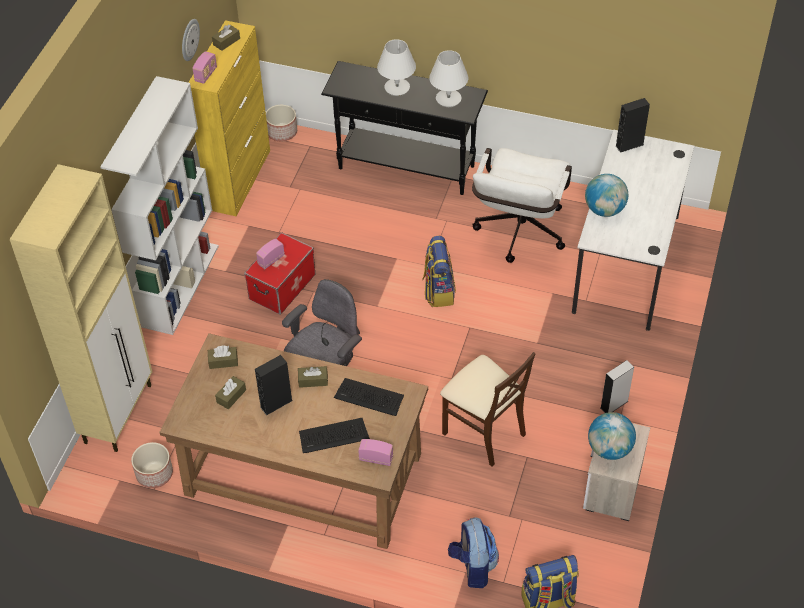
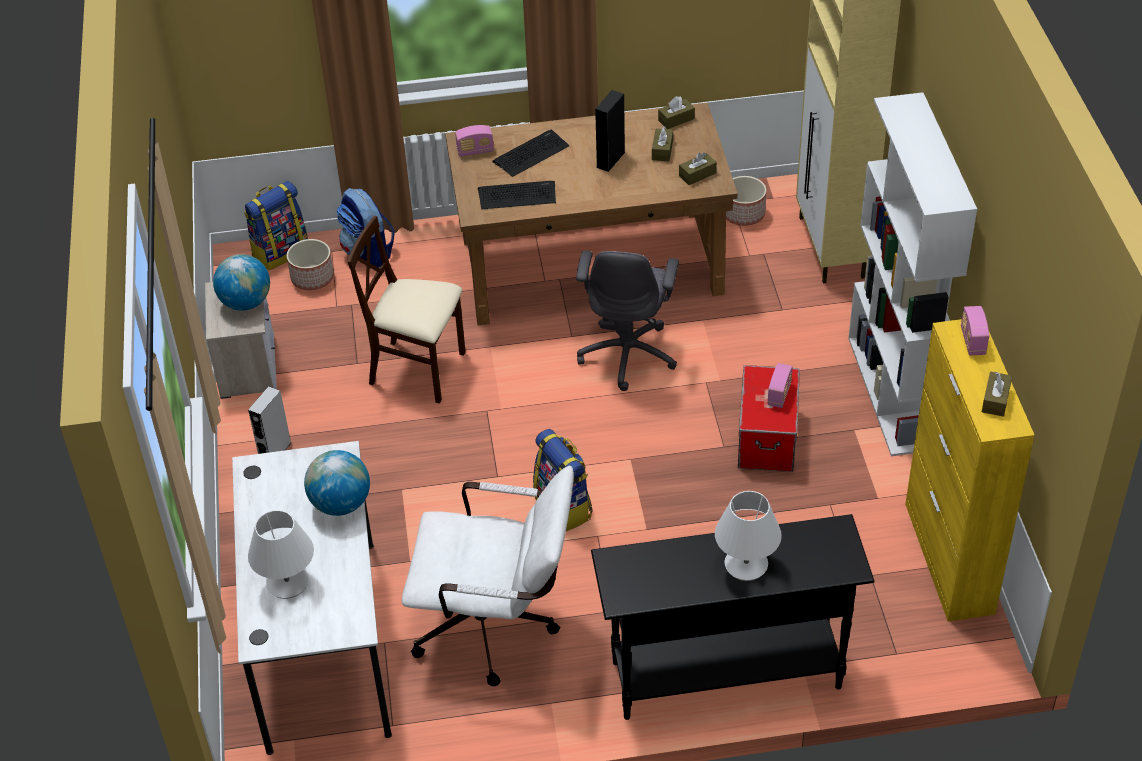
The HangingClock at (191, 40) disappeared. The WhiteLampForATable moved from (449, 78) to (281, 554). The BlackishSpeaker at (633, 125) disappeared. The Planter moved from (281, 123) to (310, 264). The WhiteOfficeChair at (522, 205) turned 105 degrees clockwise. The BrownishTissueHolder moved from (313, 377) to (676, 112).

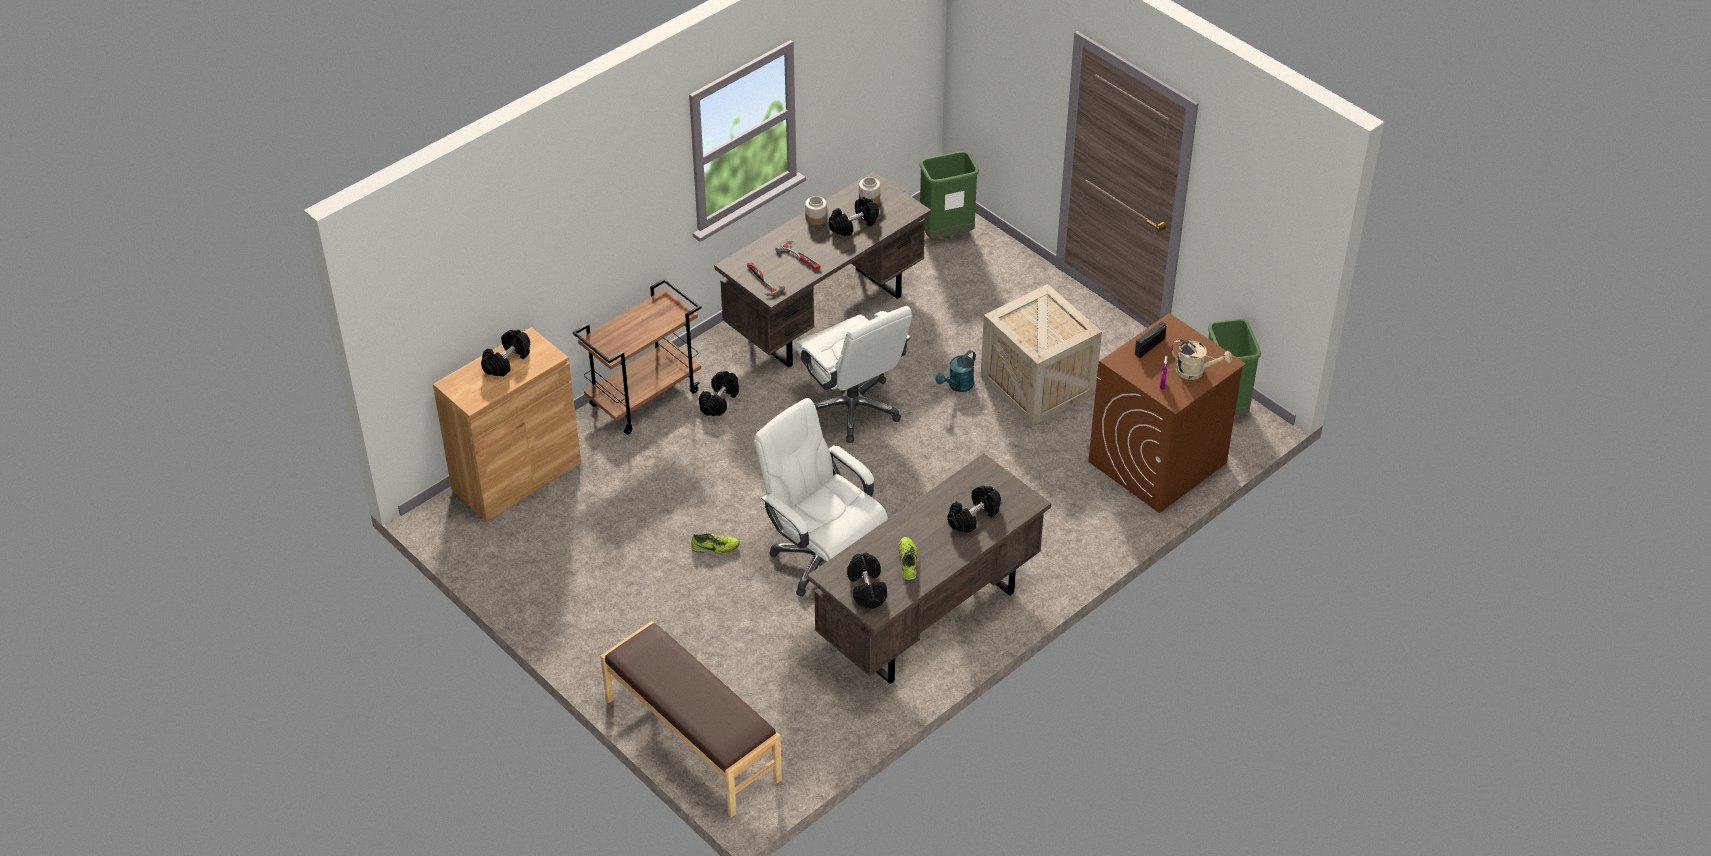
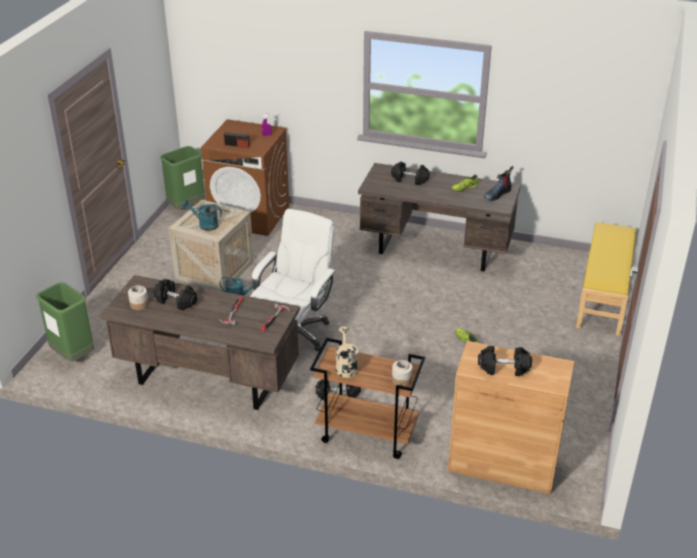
The Jar moved from (816, 210) to (402, 373). The SandColouredWateringCan moved from (1201, 359) to (347, 352). The WhiteOfficeChair at (821, 497) disappeared. The BlackishHandWeight at (867, 581) was replaced by the Boot at (498, 183). The BrownishBench at (691, 719) became the YellowBench at (606, 279). The BlueGreenWateringCan at (202, 215) appeared.

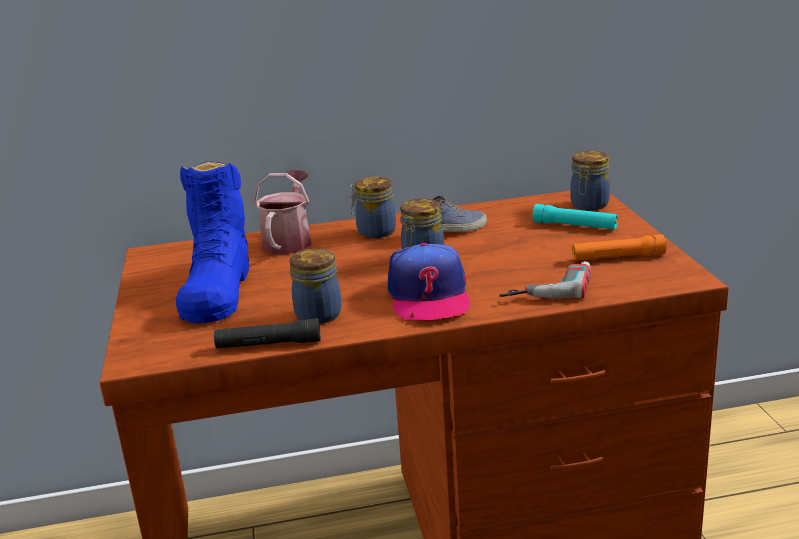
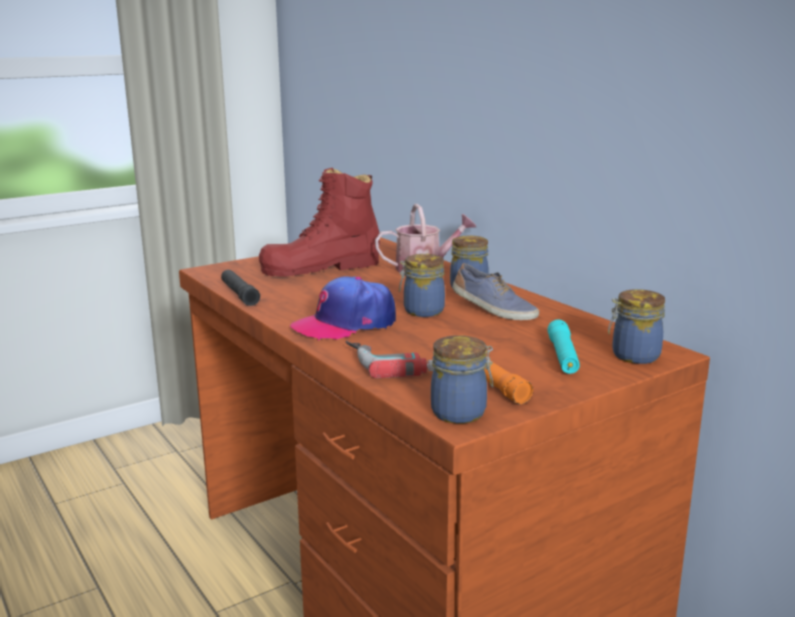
The BlueColouredBoot at (212, 242) became the RedColouredBoot at (319, 222). The Jar moved from (315, 286) to (462, 379).

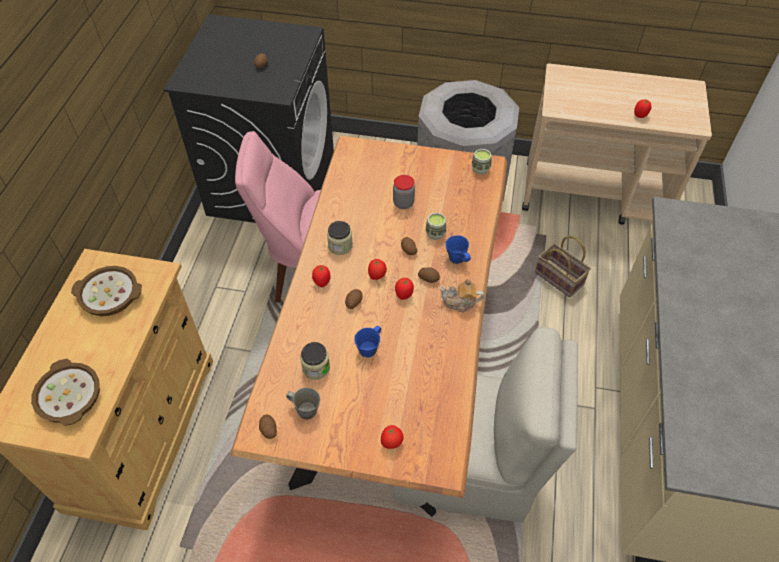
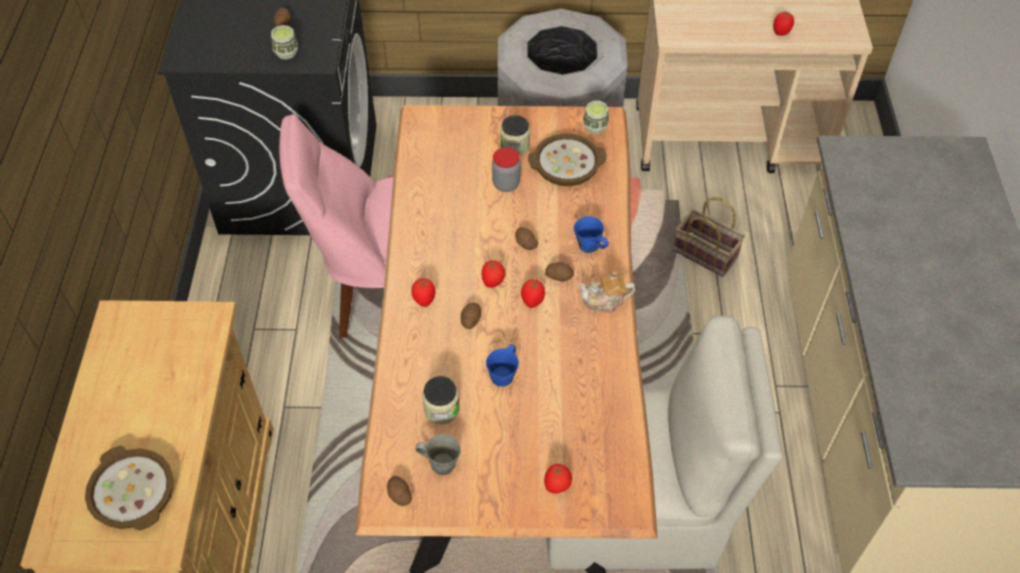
The Cup moved from (436, 226) to (284, 42). The Jar moved from (340, 238) to (515, 135). The Bowl moved from (106, 291) to (567, 160).

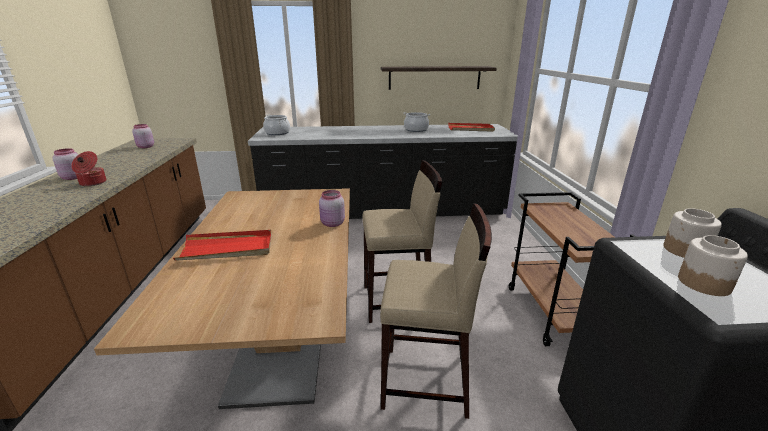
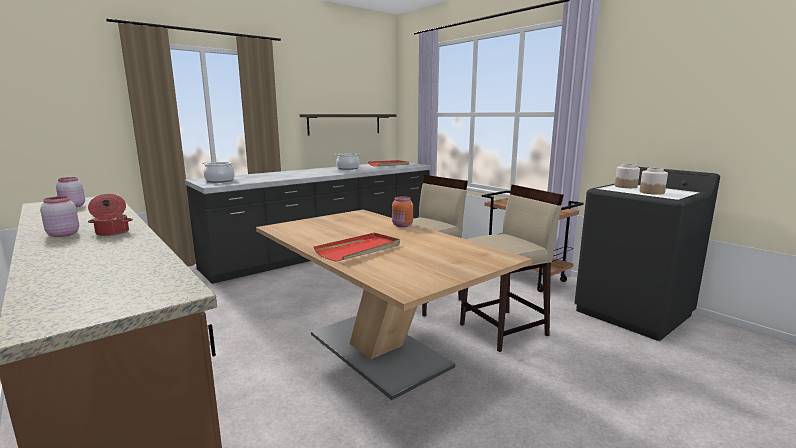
The PinkishJar at (332, 208) became the OrangeColouredJar at (402, 211).

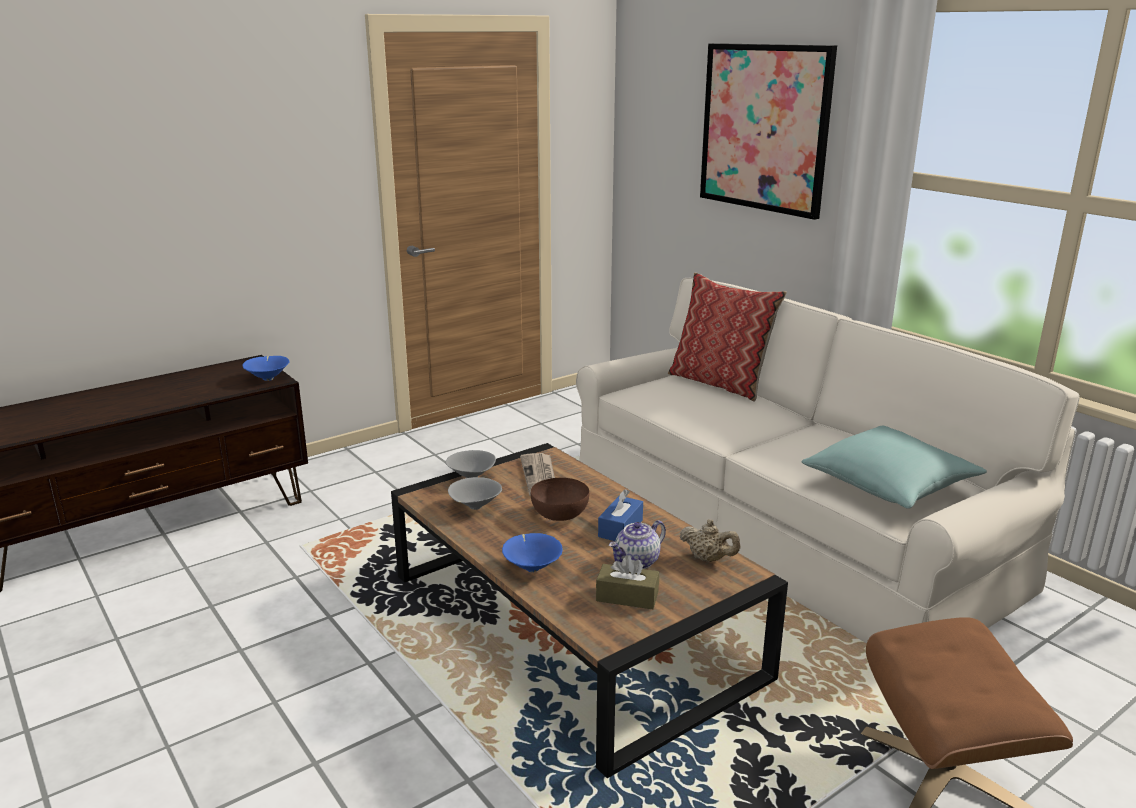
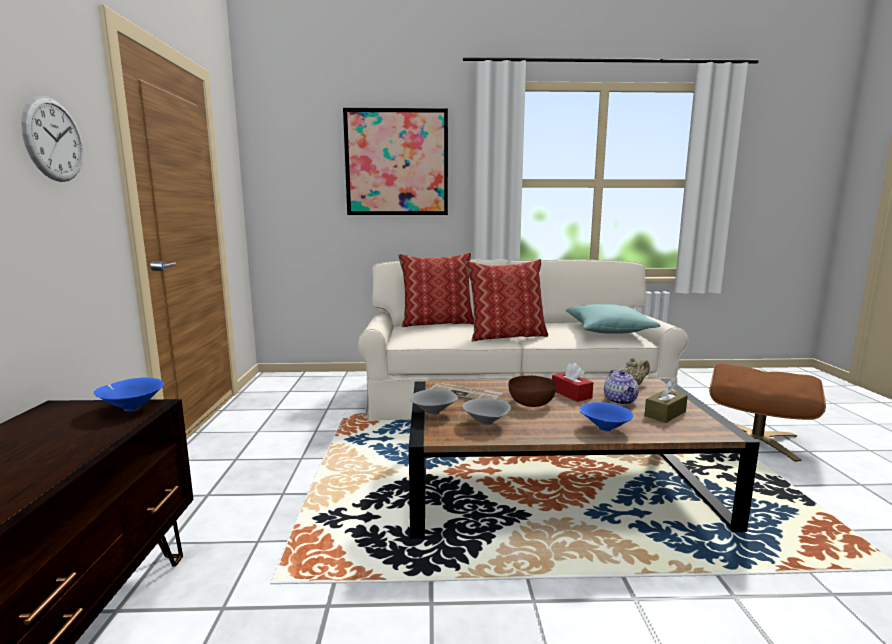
The BlueColouredTissueHolder at (620, 515) became the RedColouredTissueHolder at (572, 382). The HangingClock at (52, 139) appeared. The Cushion at (506, 300) appeared.

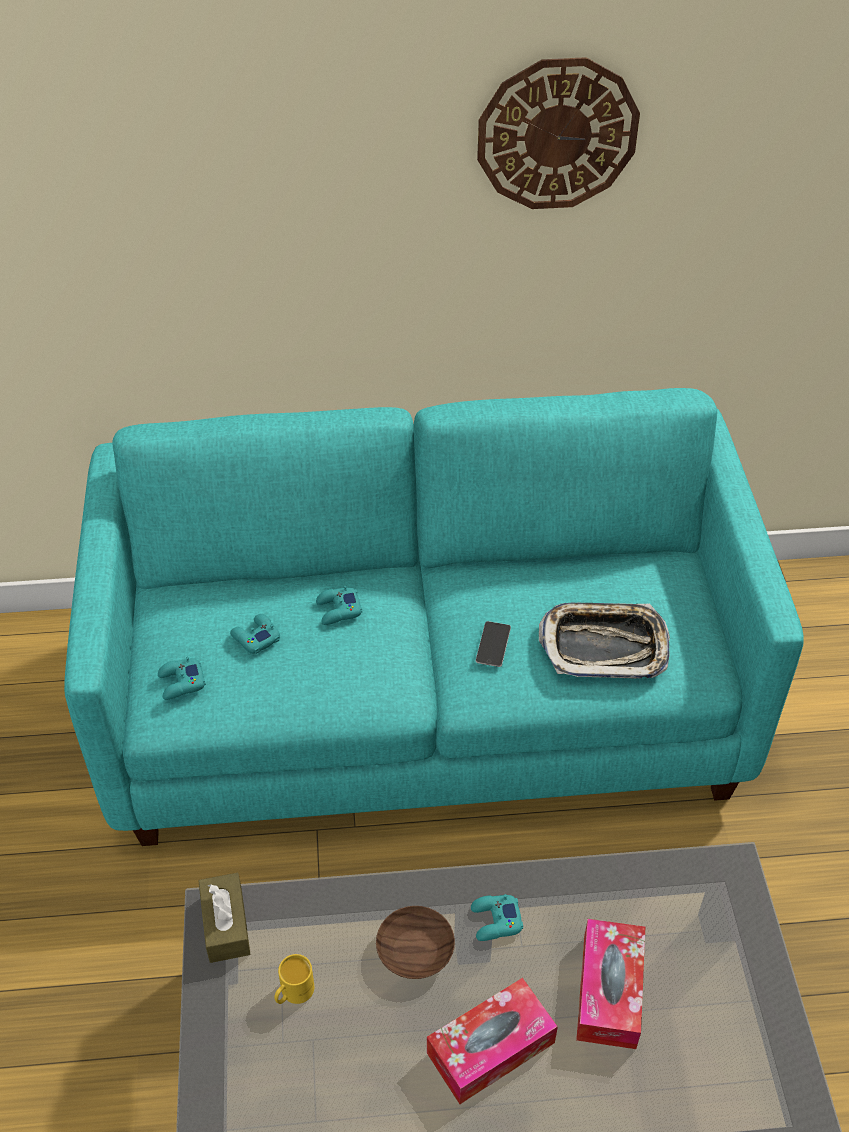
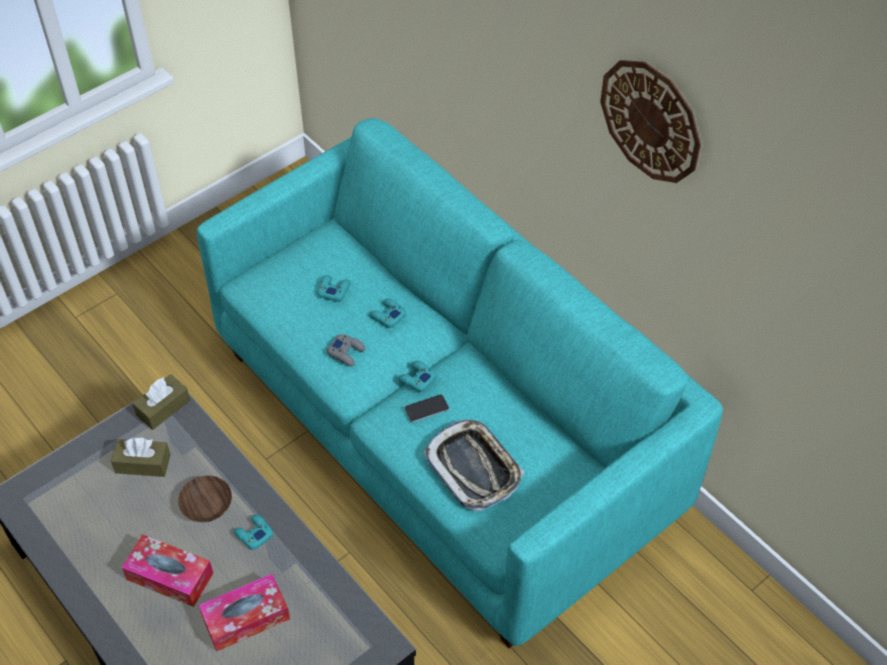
The BlueGreenGameController moved from (182, 678) to (417, 376). The YellowMug at (294, 979) was replaced by the BrownishTissueHolder at (141, 457). The GrayGameController at (346, 350) appeared.

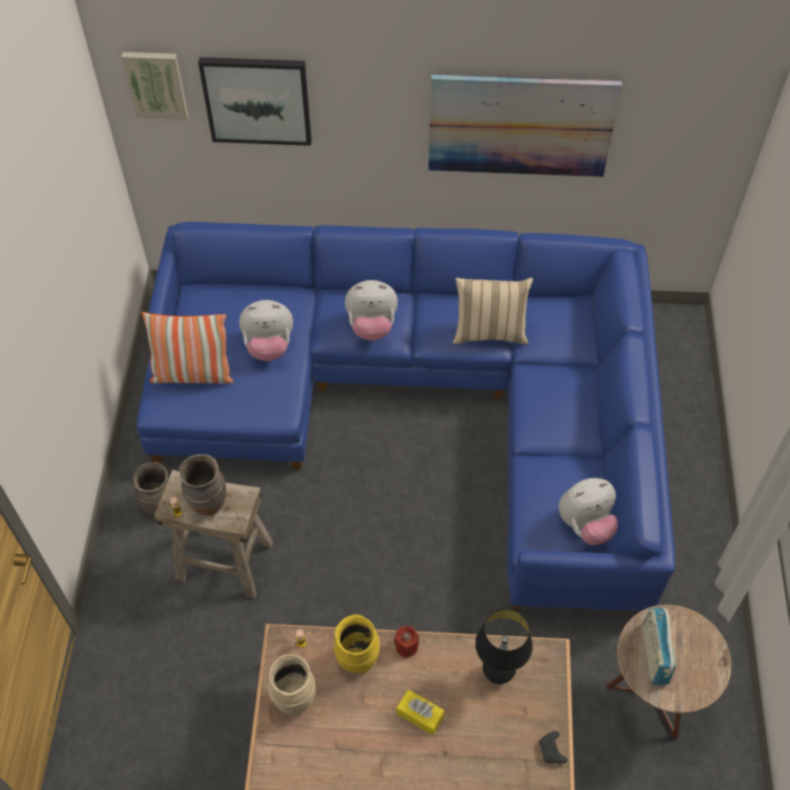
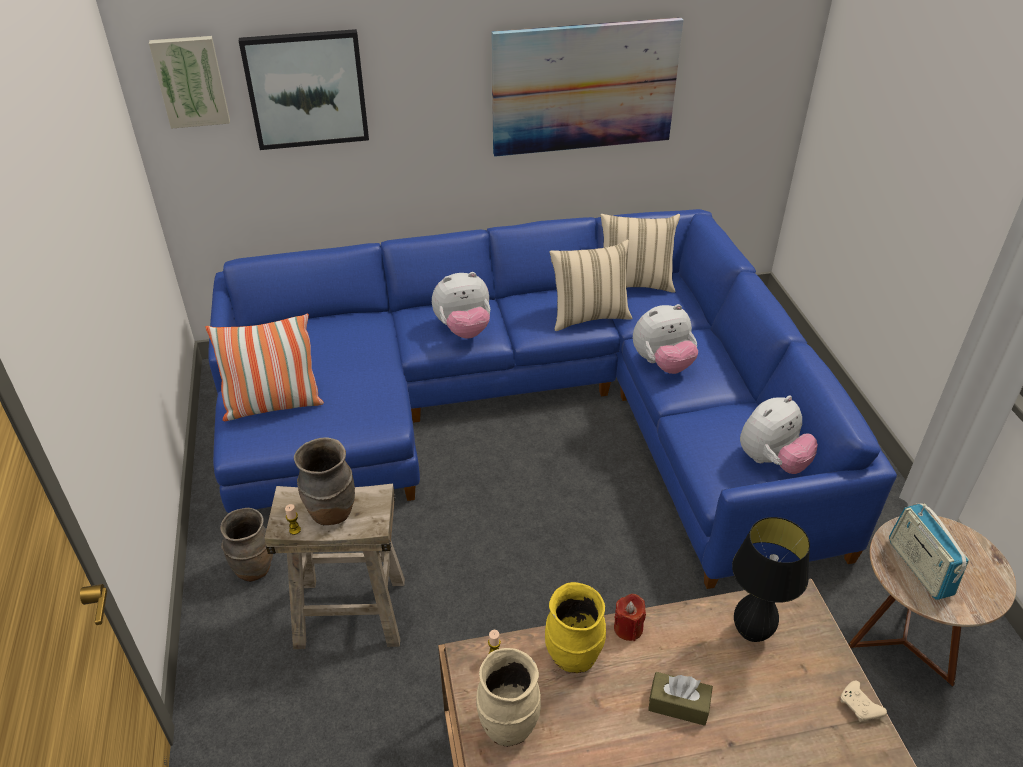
The PlushToy moved from (266, 330) to (665, 339). The YellowTissueHolder at (420, 712) became the BrownishTissueHolder at (680, 699). The BlackishGameController at (553, 747) became the SandColouredGameController at (864, 701). The SandColouredCushion at (640, 253) appeared.

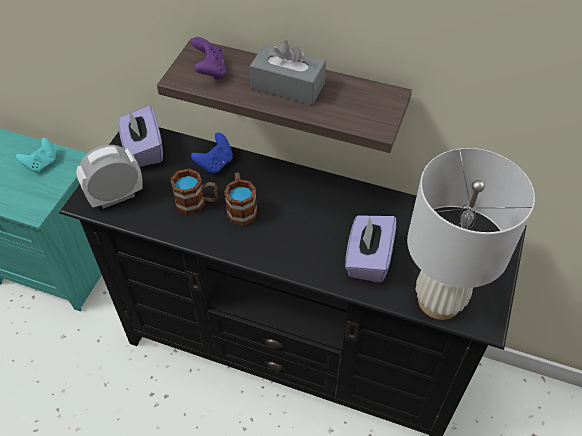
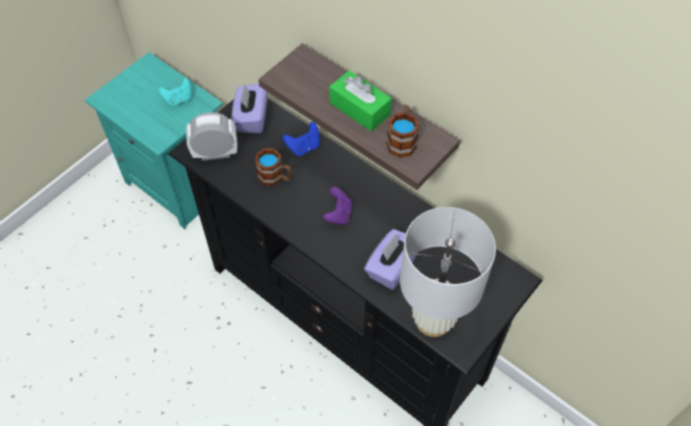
The PurpleColouredGameController moved from (208, 58) to (337, 206). The GrayTissueHolder at (288, 72) became the GreenishTissueHolder at (360, 100). The Mug moved from (241, 199) to (403, 131).

